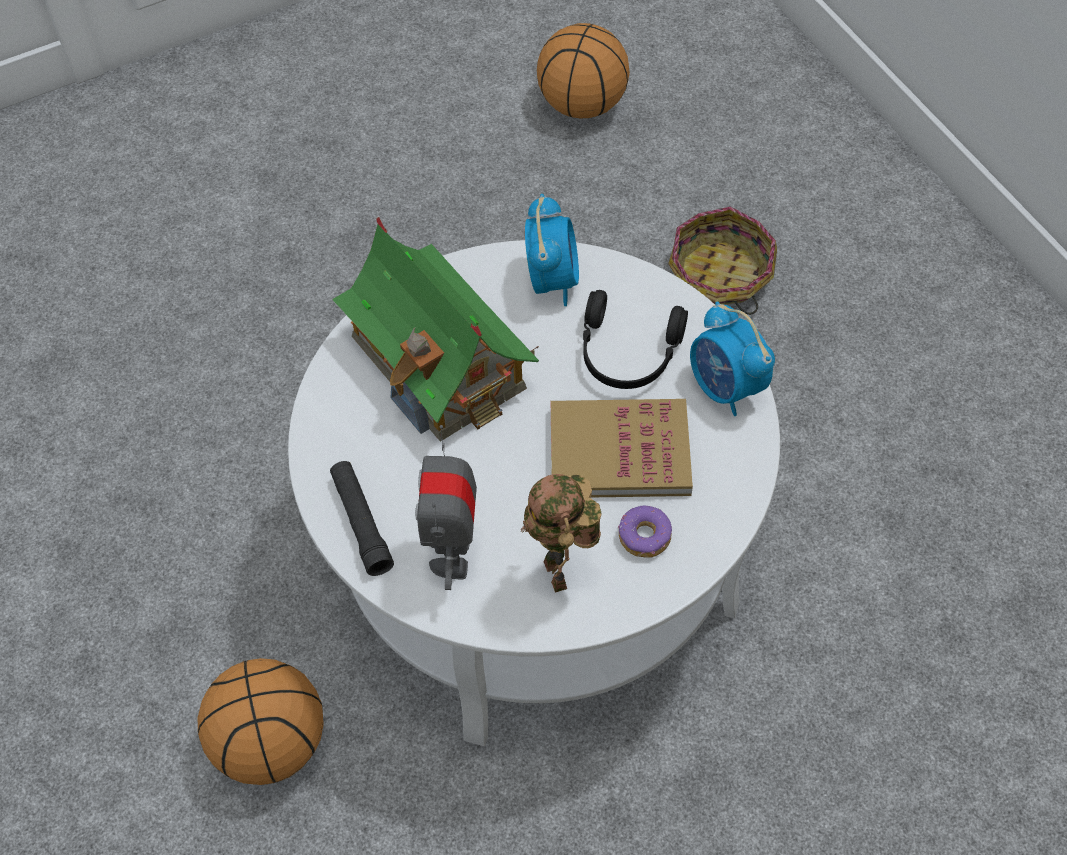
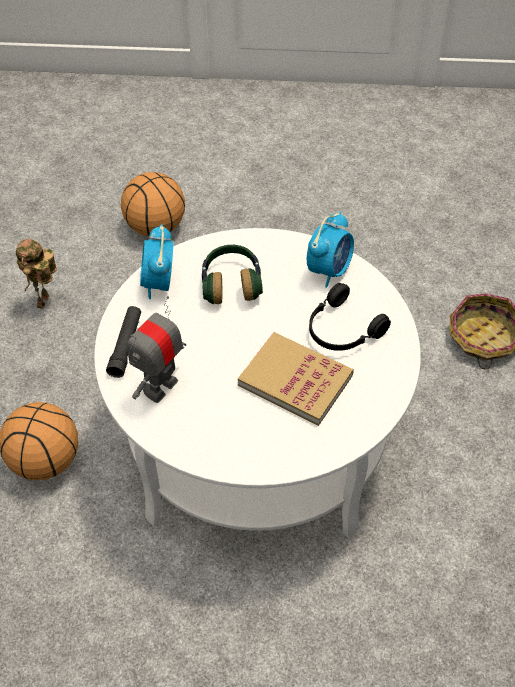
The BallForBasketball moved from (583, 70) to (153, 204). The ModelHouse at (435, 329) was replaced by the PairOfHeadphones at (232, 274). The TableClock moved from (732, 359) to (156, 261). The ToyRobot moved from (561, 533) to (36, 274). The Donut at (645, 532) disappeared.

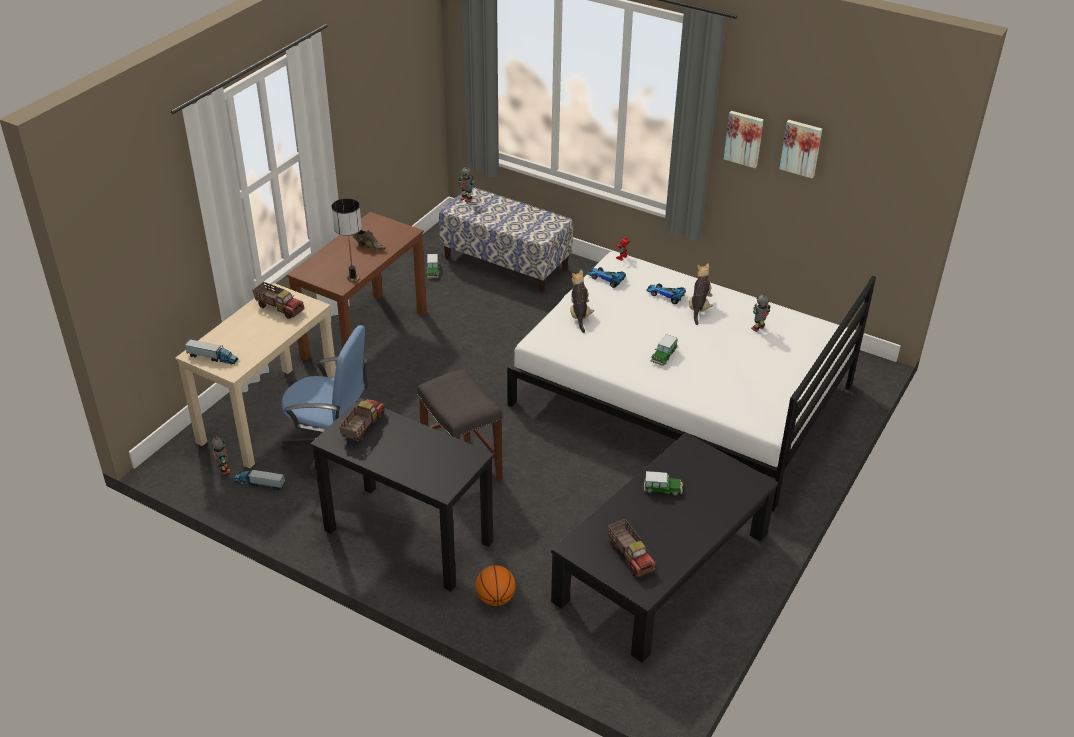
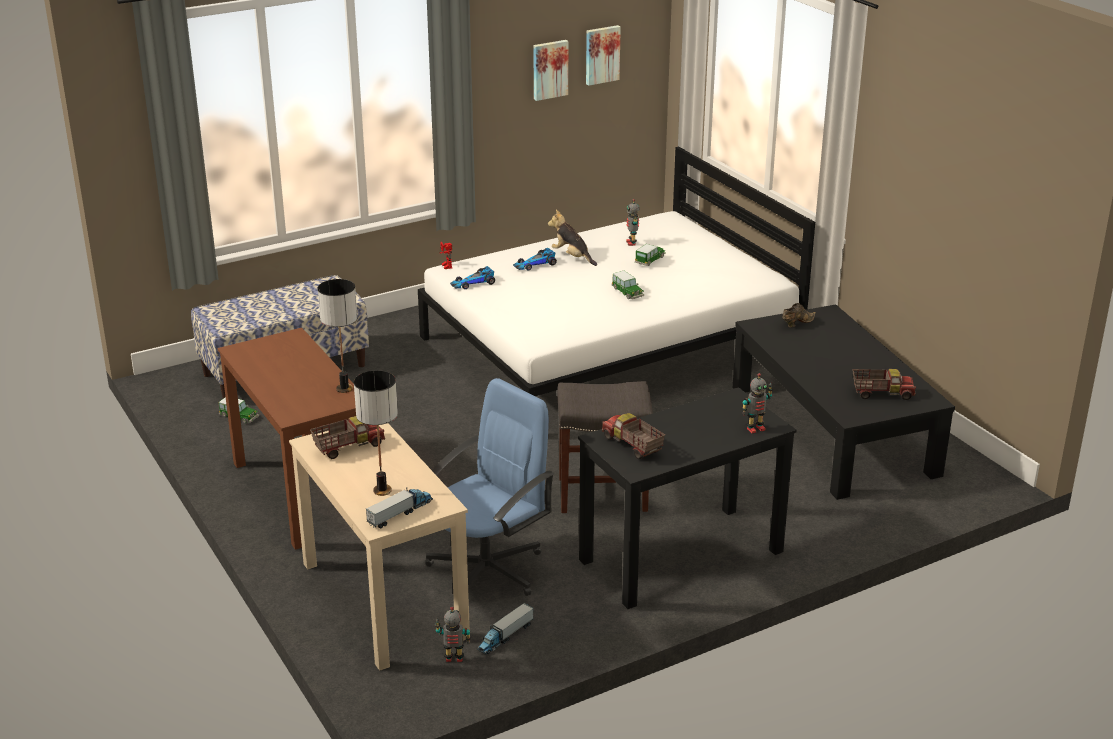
The WallArt moved from (744, 139) to (603, 55). The ToyRobot moved from (466, 184) to (757, 403). The BrownishItemOfFootwear moved from (369, 240) to (799, 315). The PlushToy at (582, 301) disappeared. The ToyCar moved from (663, 483) to (650, 255). The BallForBasketball at (496, 585) disappeared. The LampForATable at (376, 433) appeared.

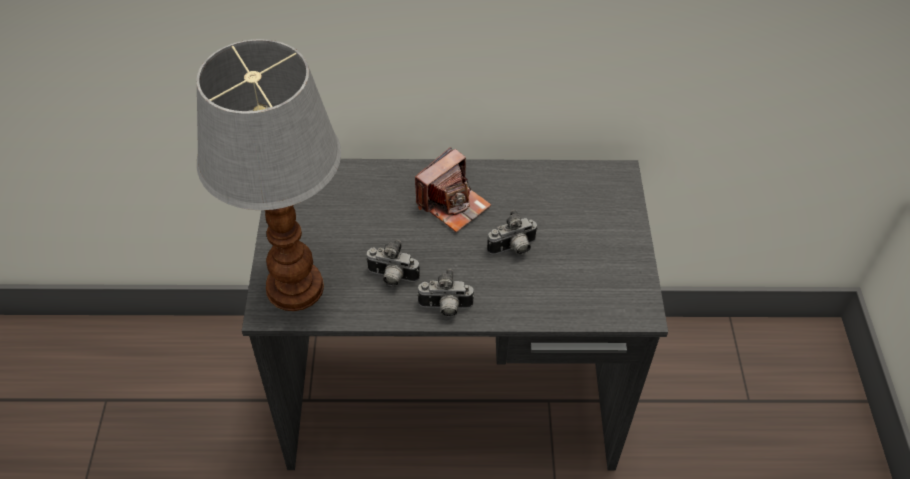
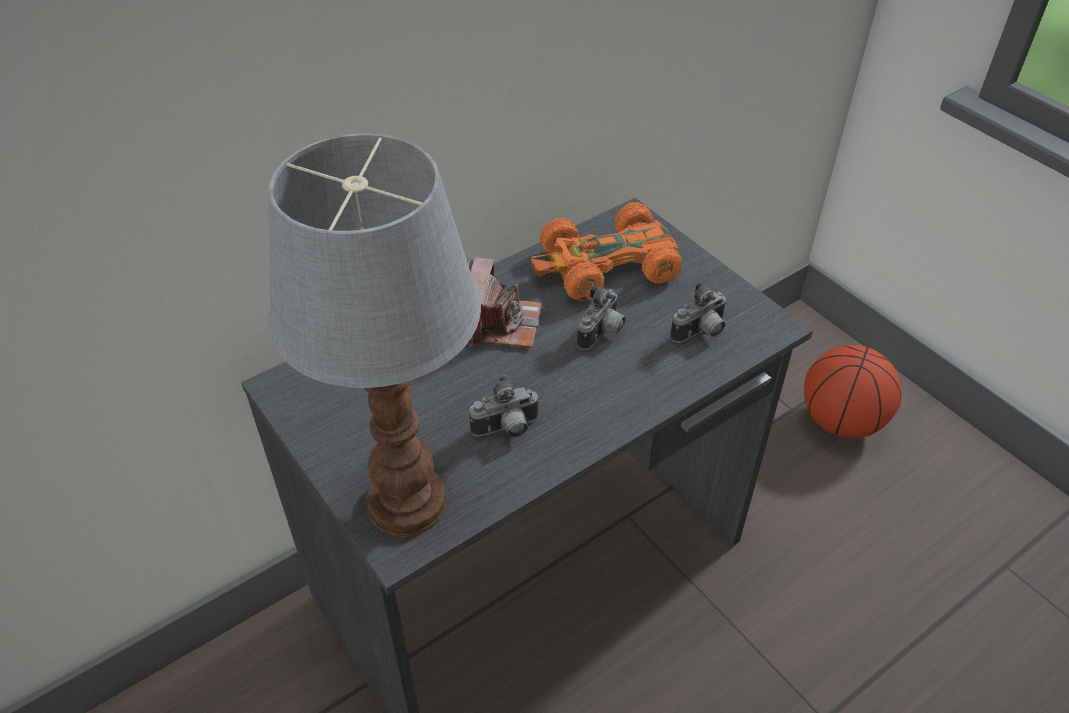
The PhotoCamera moved from (445, 293) to (698, 312). The OrangeColouredToyCar at (606, 251) appeared. The BallForBasketball at (852, 391) appeared.

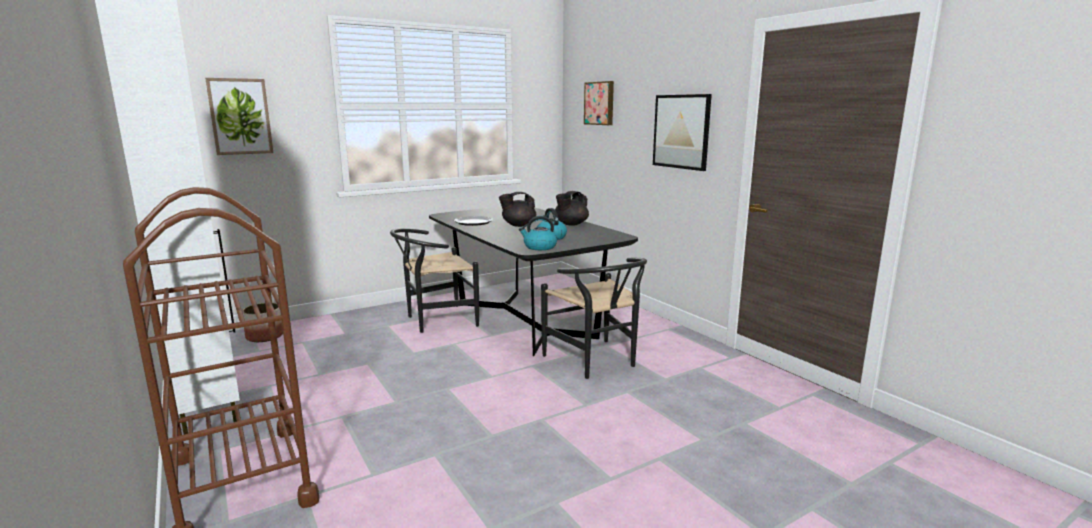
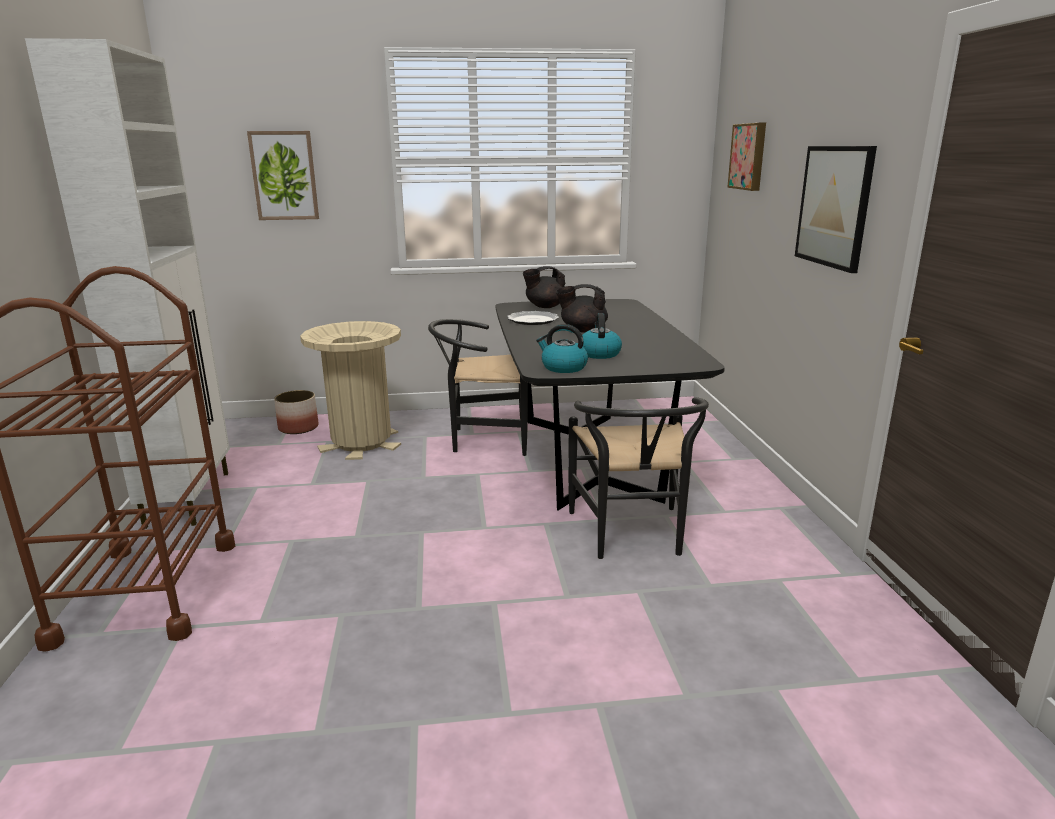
The BlackishTeaPot moved from (572, 208) to (544, 287). The SandColouredTrashCan at (350, 390) appeared.

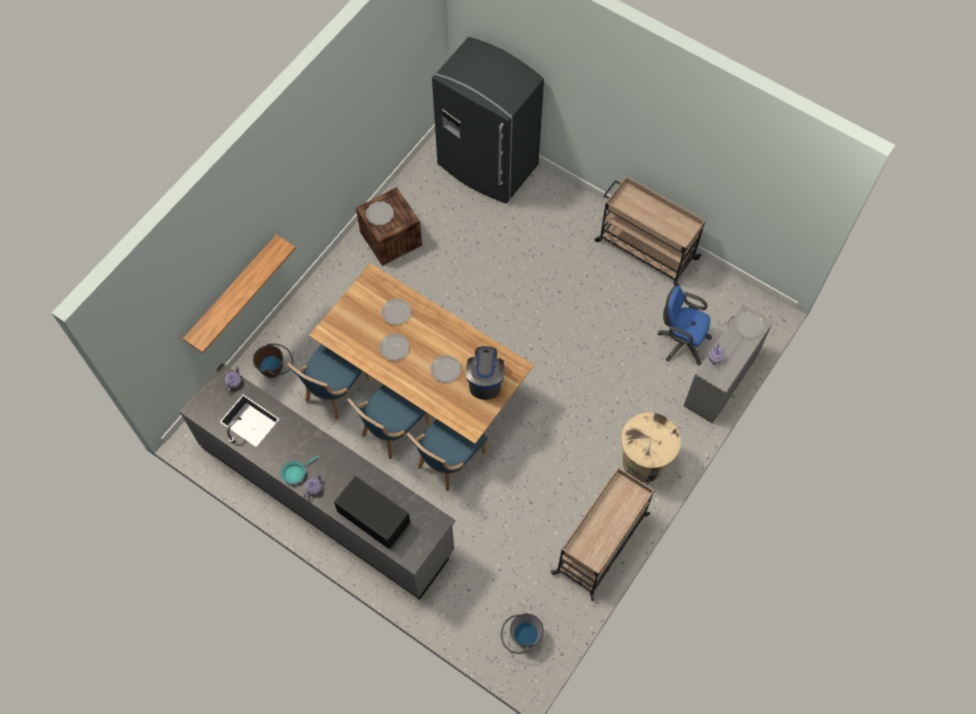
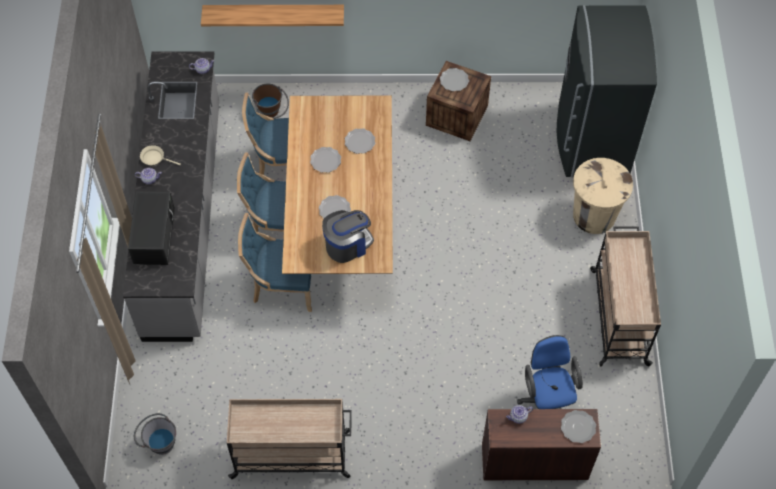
The GrayDeskUnit at (728, 364) became the BrownishDeskUnit at (541, 444). The SandColouredTrashCan moved from (651, 447) to (603, 196). The BlueGreenSkillet at (300, 469) became the SandColouredSkillet at (160, 155).

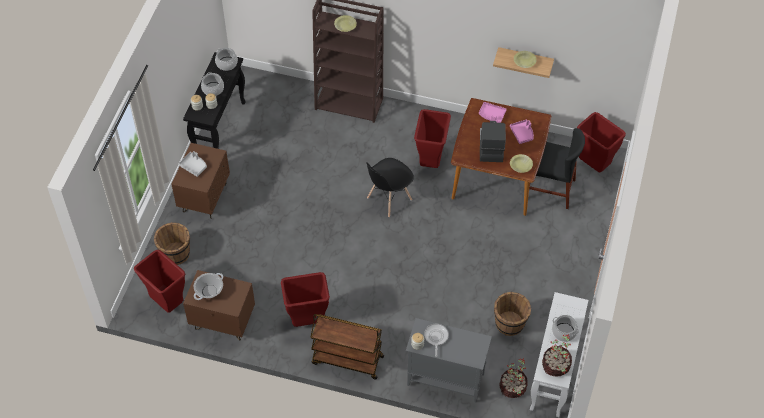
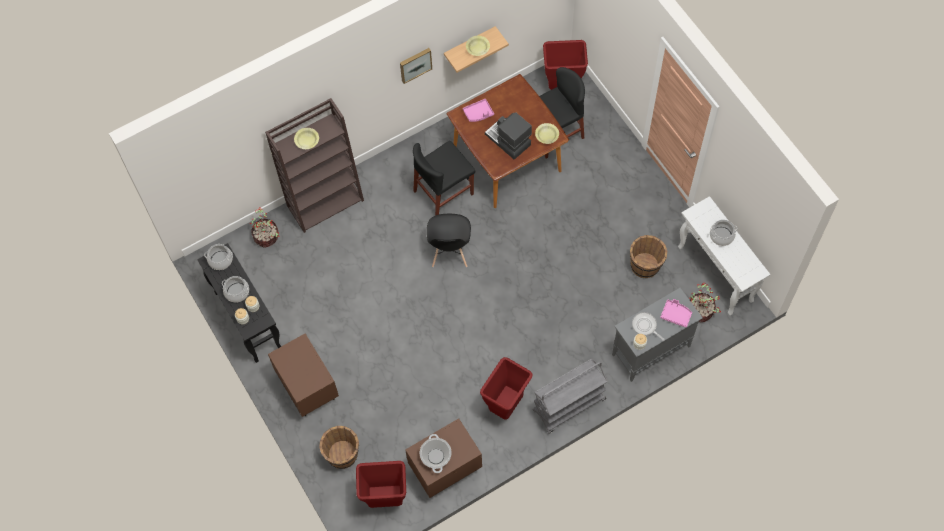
The RedColouredTrashCan at (432, 138) was replaced by the BlackishPlainChair at (444, 178). The PinkishCarryingTray moved from (522, 131) to (676, 313). The GrayCarryingTray at (192, 164) disappeared. The BrownishCart at (347, 346) became the GrayCart at (570, 396). The PlantInAPot moved from (557, 355) to (265, 227). The WallArt at (416, 66) appeared.

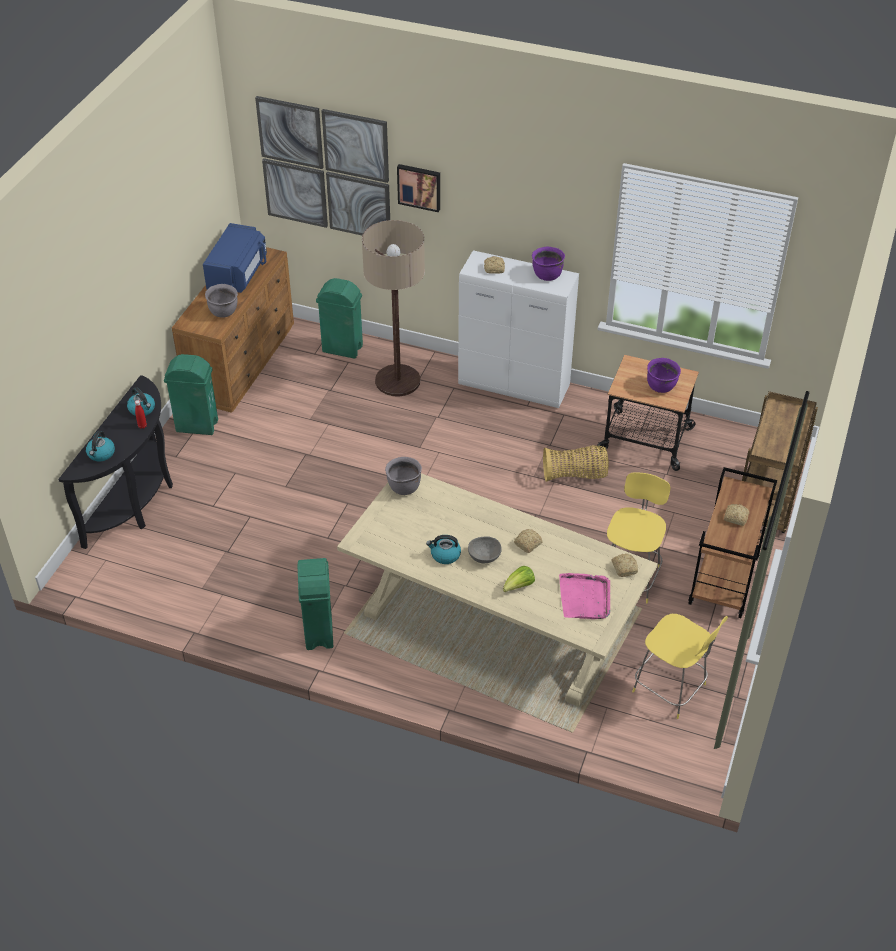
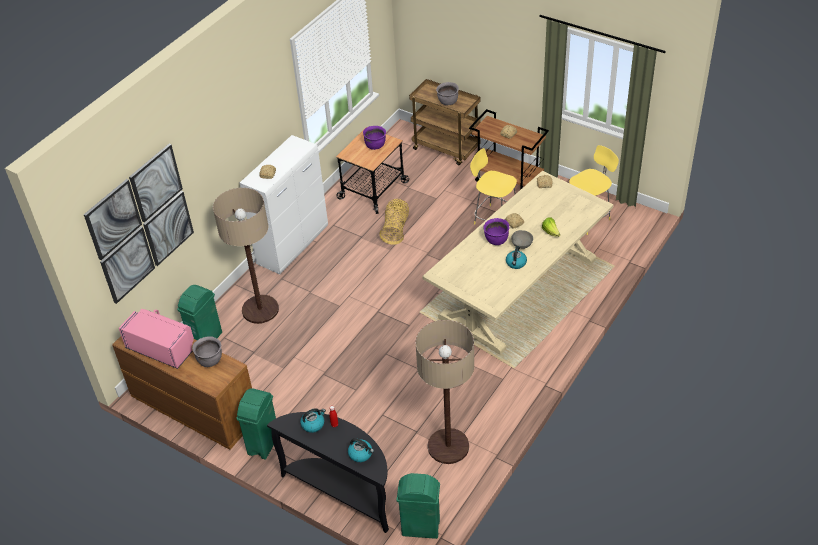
The WallArt at (418, 188) disappeared. The BlueColouredMicrowave at (235, 258) became the PinkishMicrowave at (156, 339). The PurpleColouredCookingPot moved from (548, 263) to (496, 231). The GrayCookingPot moved from (403, 476) to (447, 93). The GreenishTrashCan moved from (315, 604) to (418, 506). The PinkishCarryingTray at (584, 596) disappeared. The StandingLamp at (444, 392) appeared.

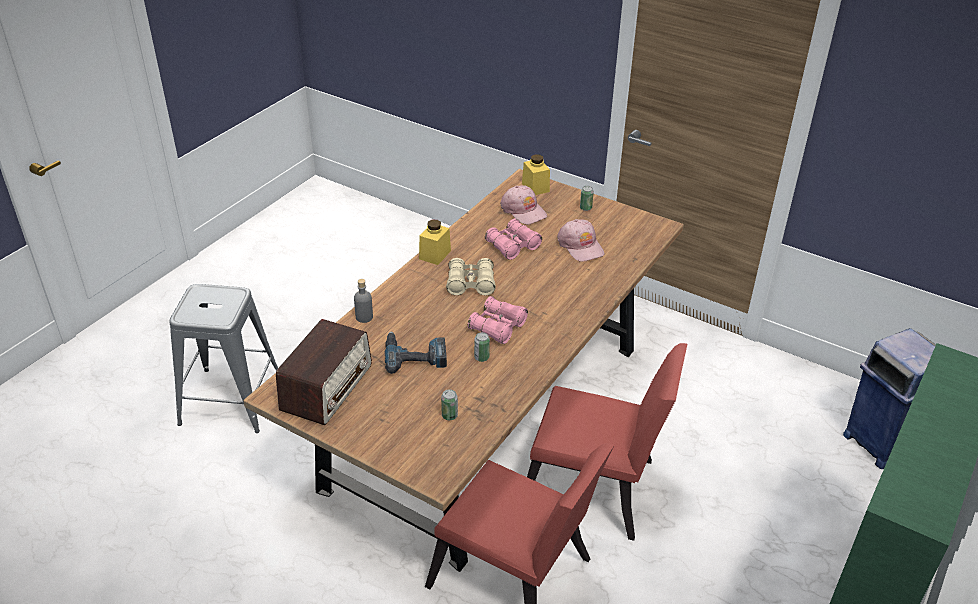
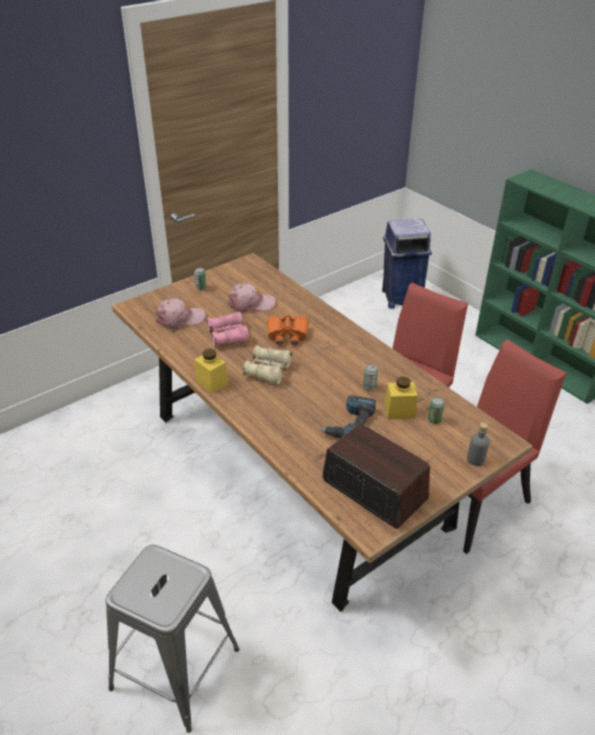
The YellowJar moved from (536, 174) to (401, 397). The GrayBeverageBottle moved from (363, 301) to (478, 444). The PinkishPairOfBinoculars at (498, 320) disappeared. The OrangeColouredPairOfBinoculars at (288, 330) appeared.

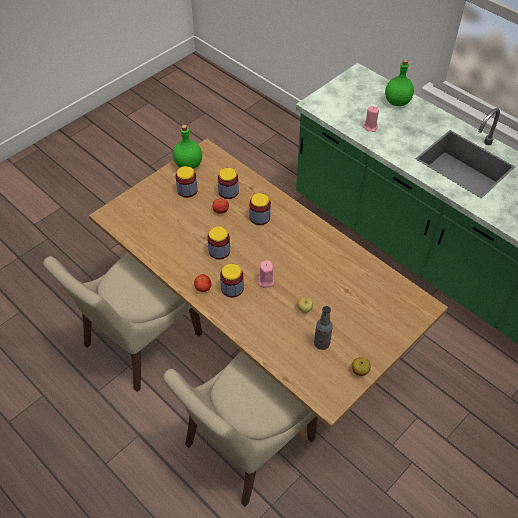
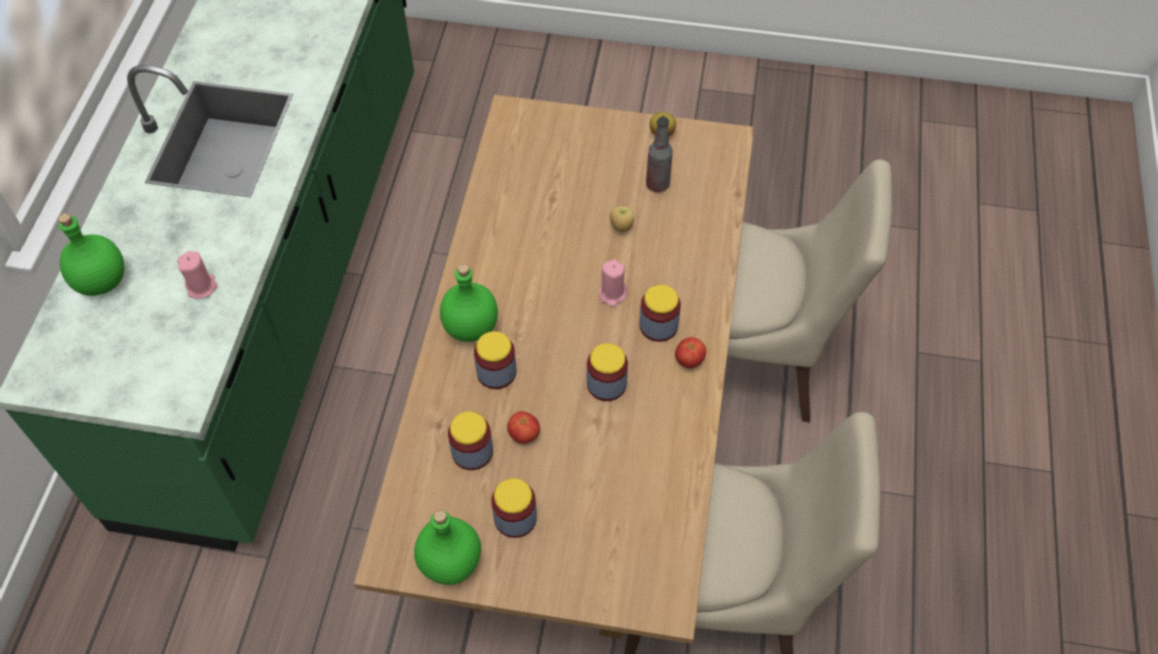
The GreenishBeverageBottle at (469, 303) appeared.

